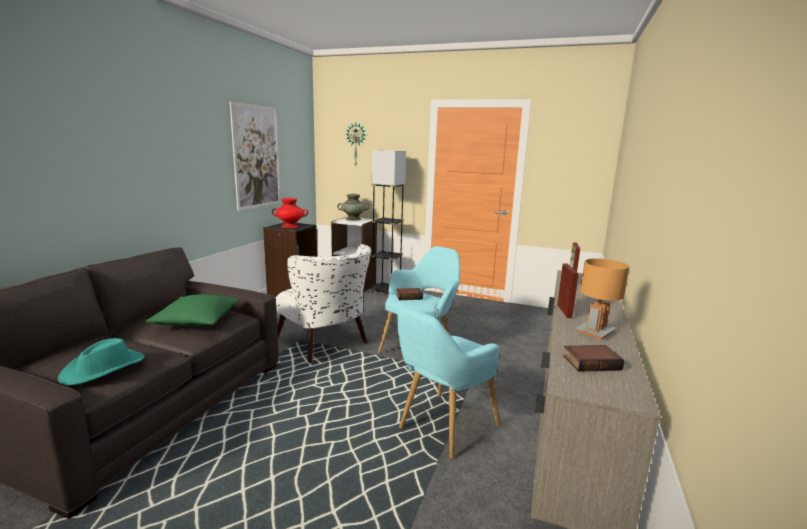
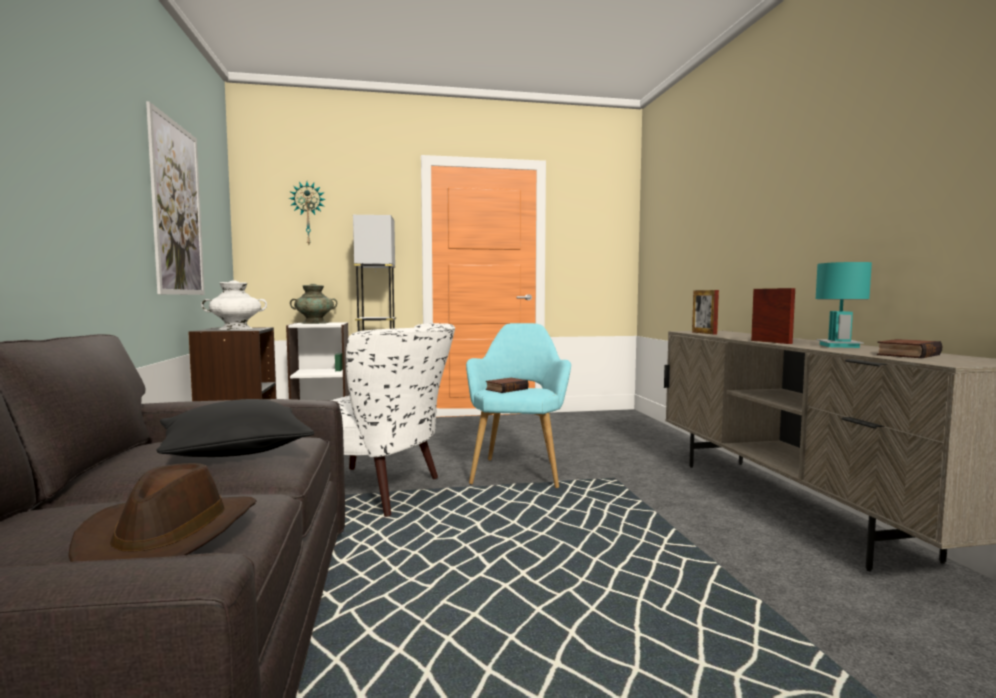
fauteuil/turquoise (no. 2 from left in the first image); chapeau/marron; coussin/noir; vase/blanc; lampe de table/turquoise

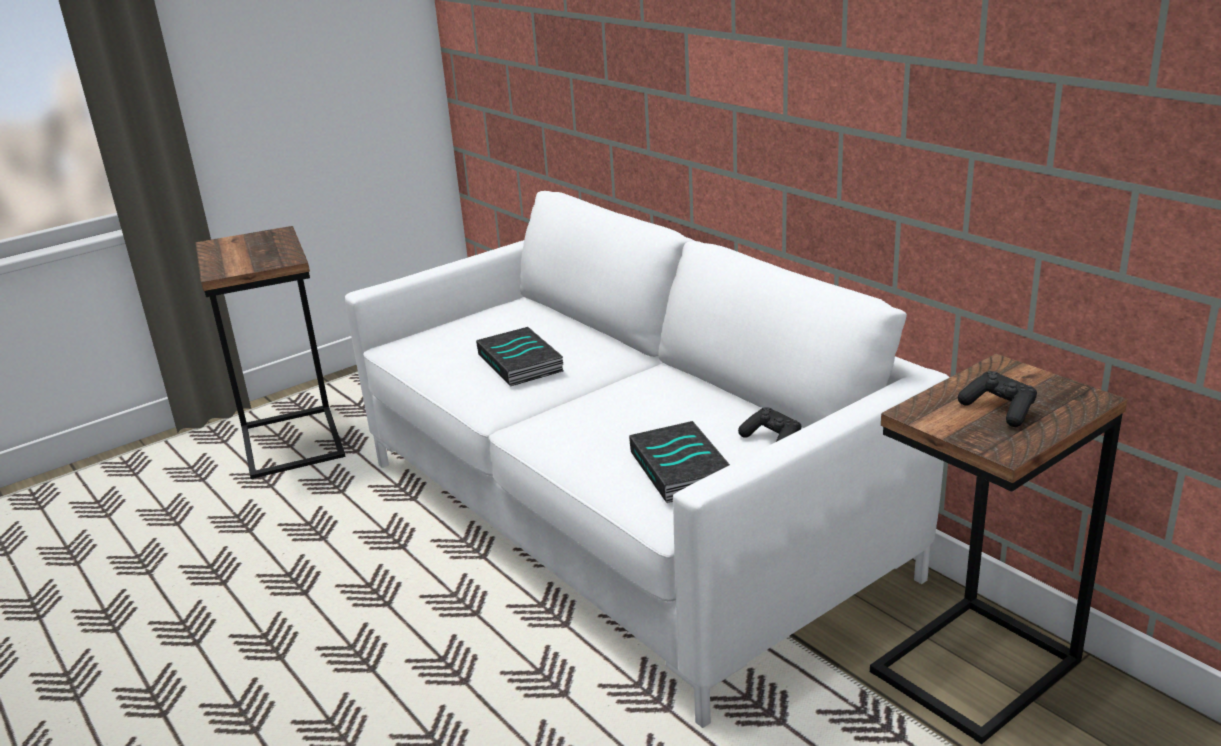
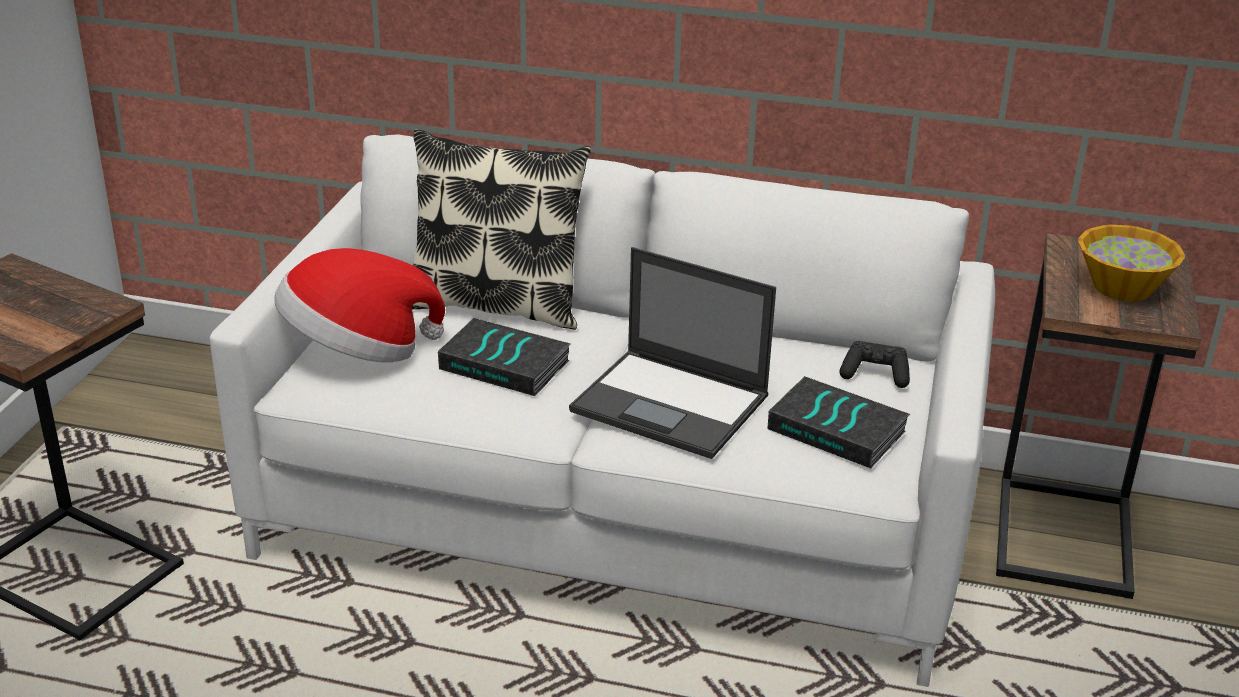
chapeau; coussin; ordinateur portable; bol

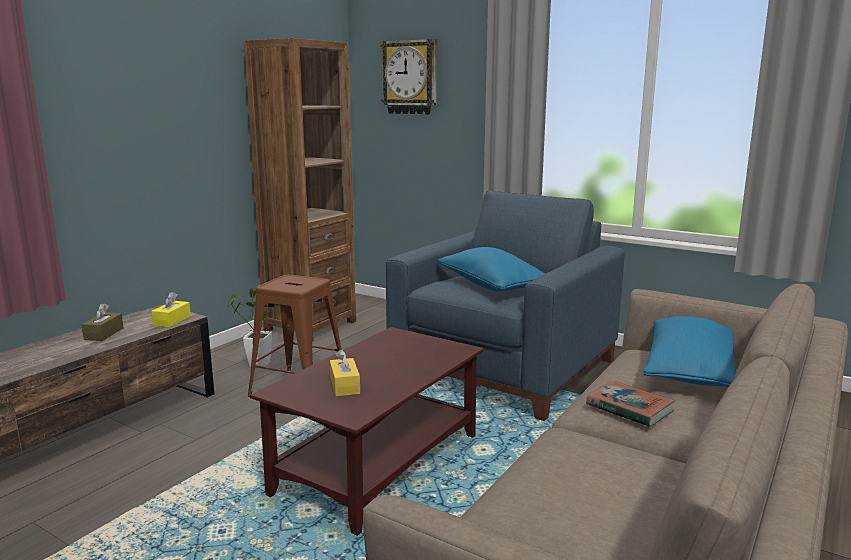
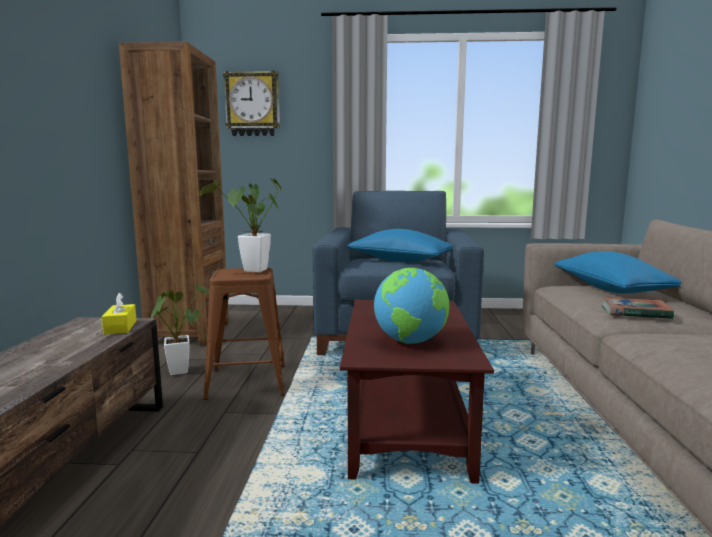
boîte à mouchoirs/marron; plante en pot (no. 2 from left); globe

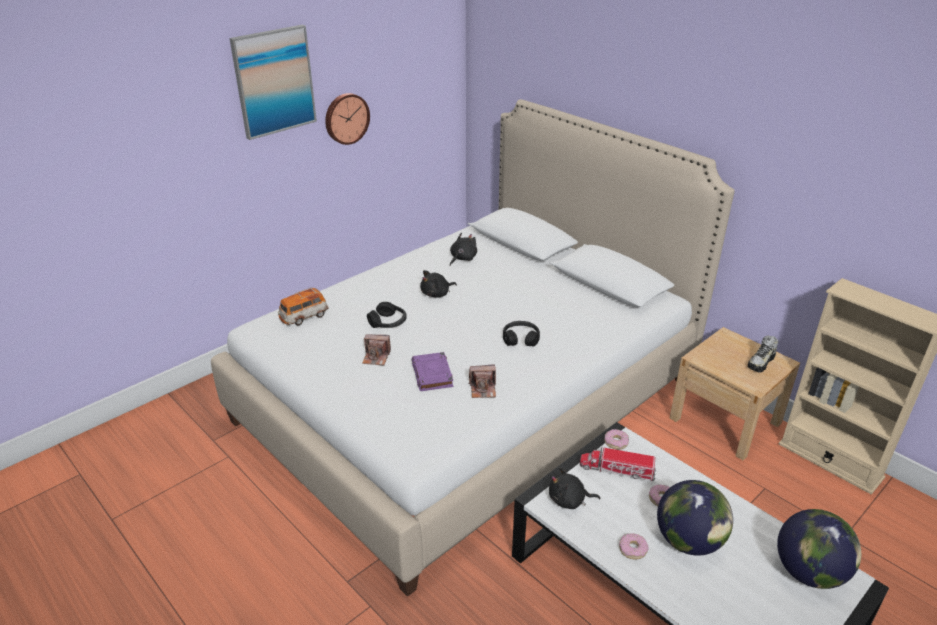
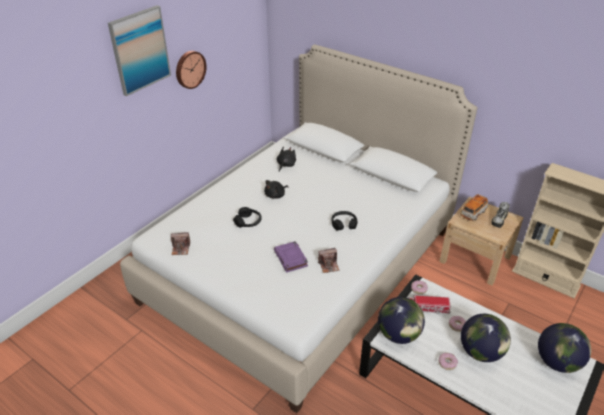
petite voiture; appareil photo (no. 1 from left); globe (no. 1 from left)

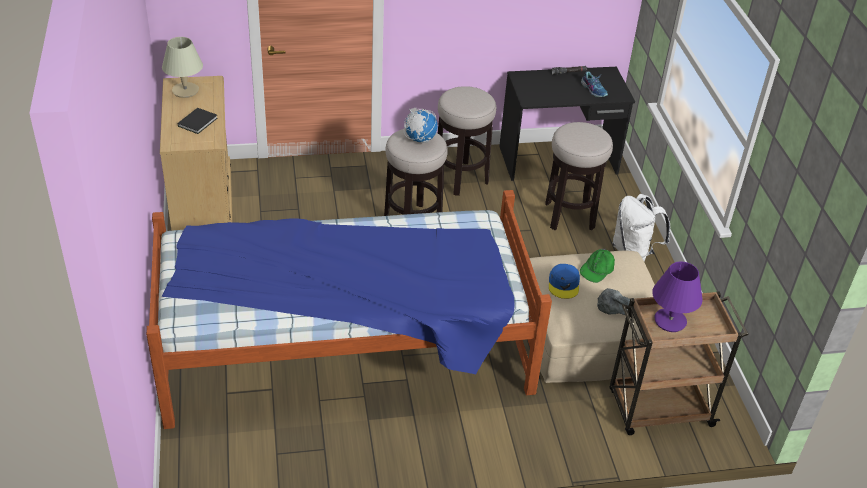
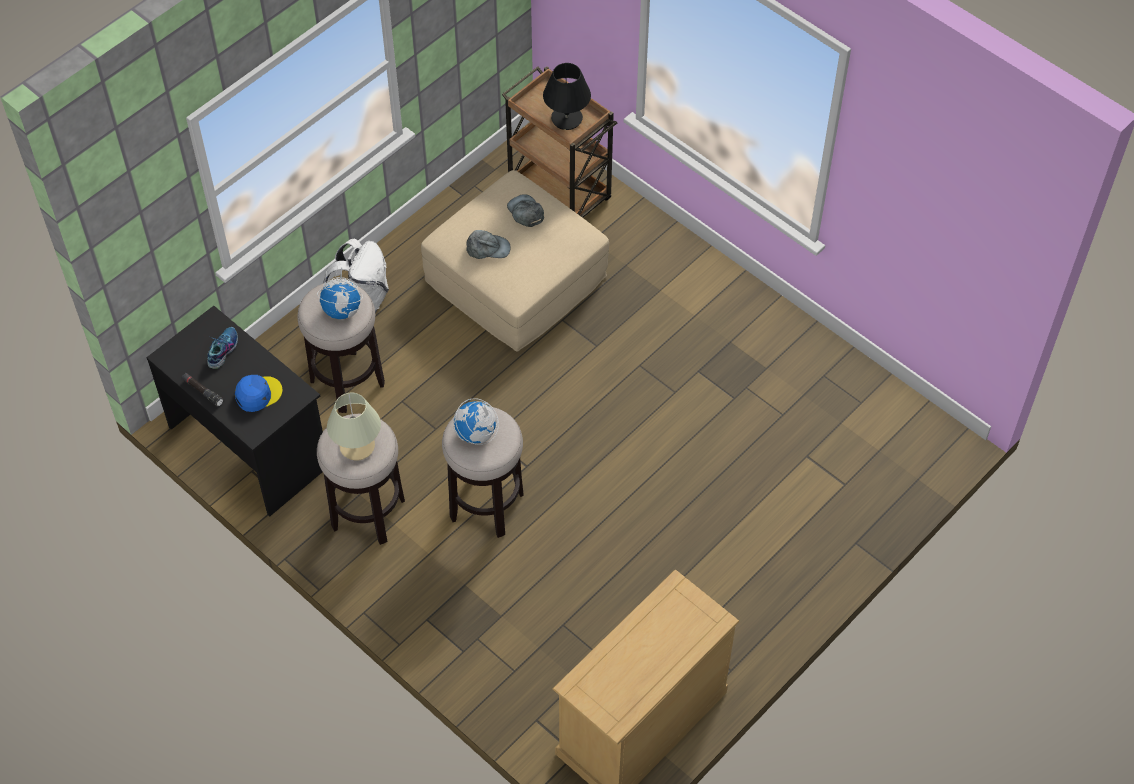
lit; livre/noir; globe (no. 1 from left); lampe de table/beige; casquette/bleu; casquette/gris (no. 1 from left); lampe de table/noir

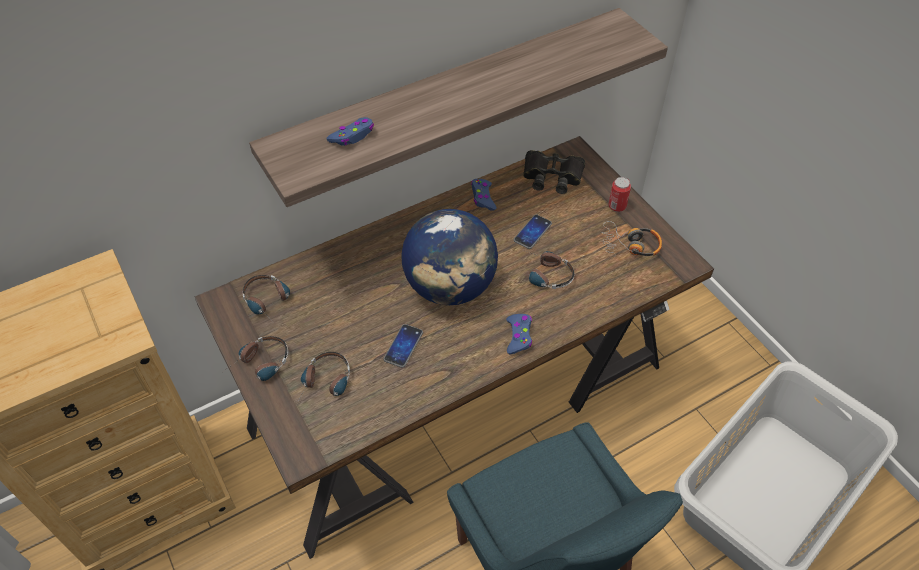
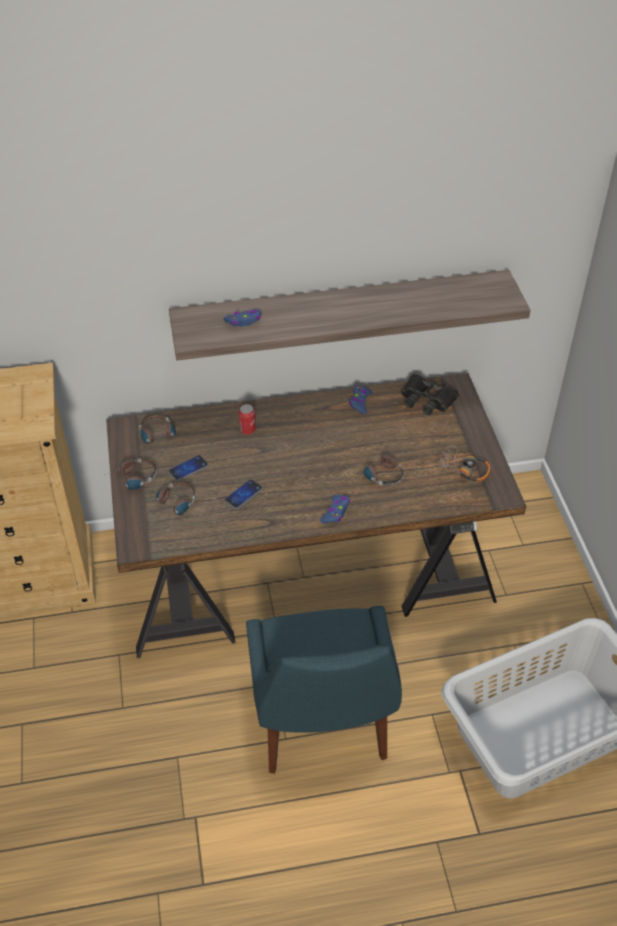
globe; téléphone (no. 1 from left); boîte métallique

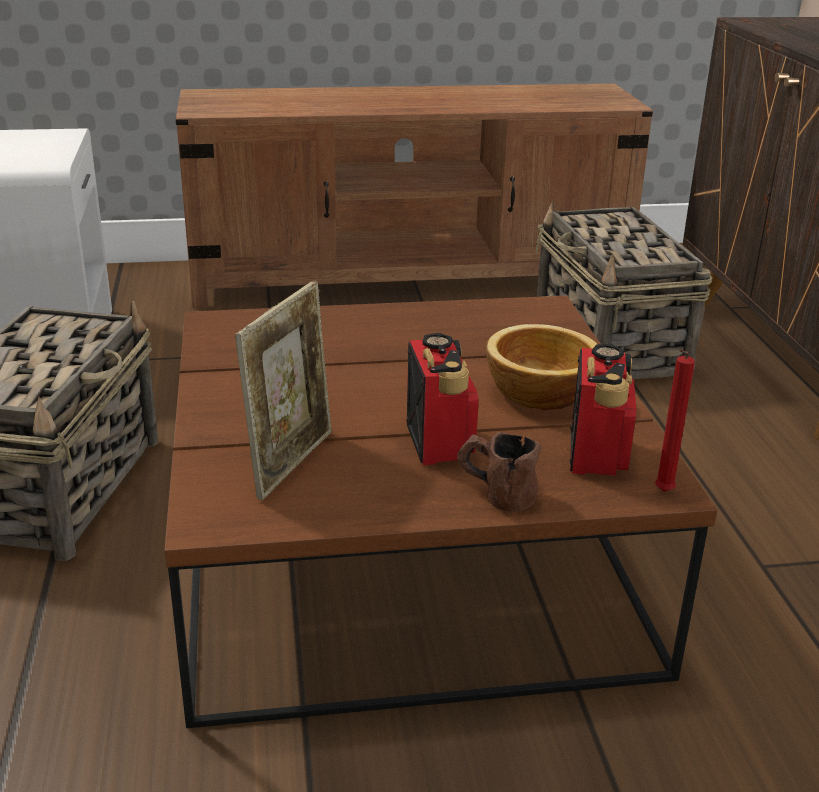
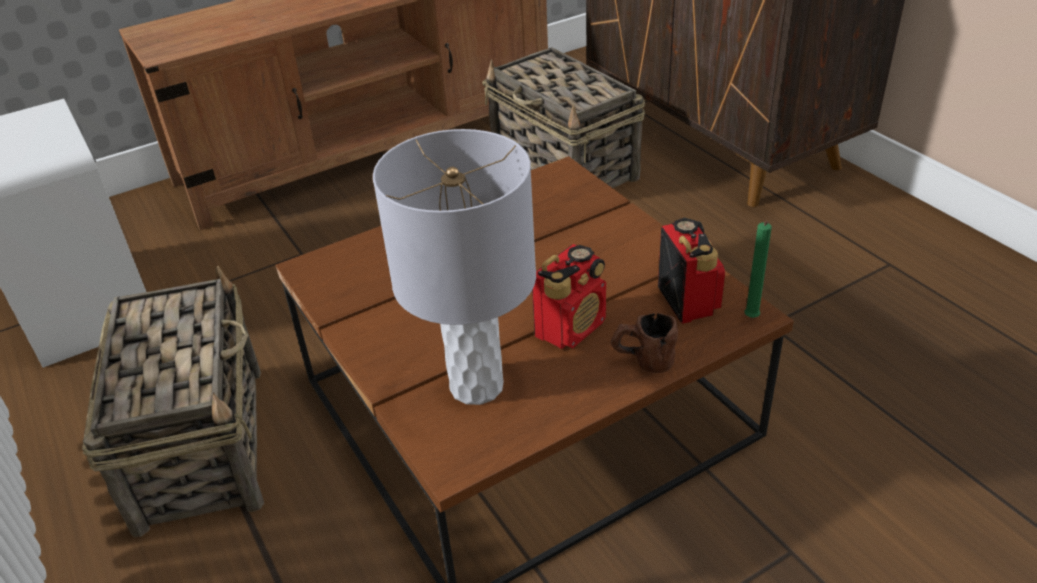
bol; lampe de table/gris; bougie/vert; radio (no. 1 from left)

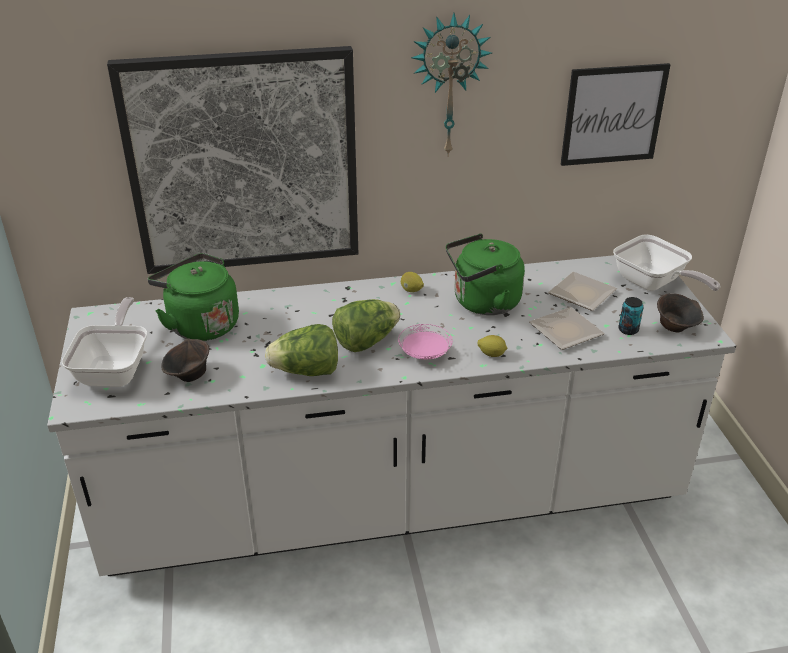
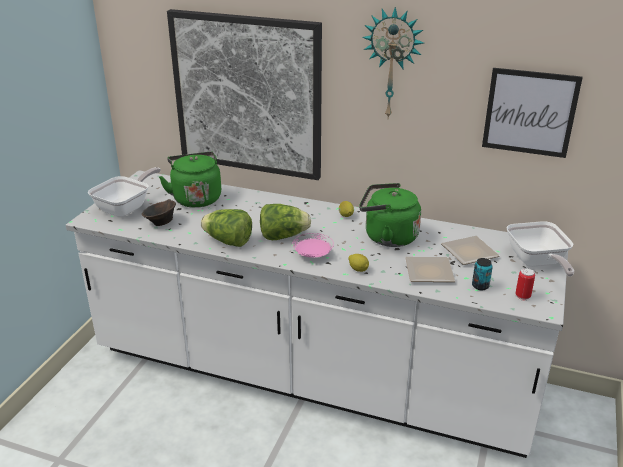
boîte métallique (no. 2 from left)

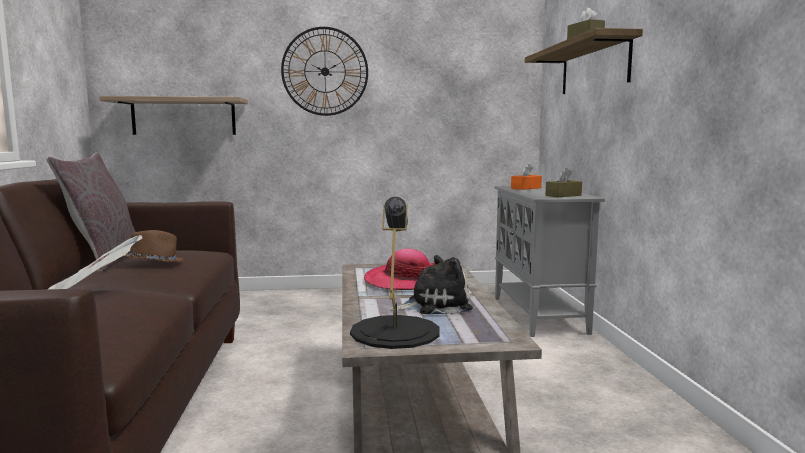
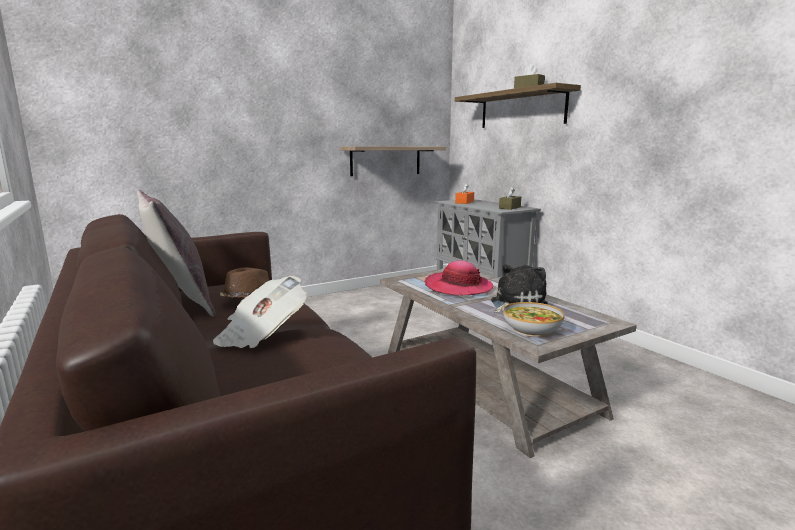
horloge murale; étagère (no. 1 from left); bol

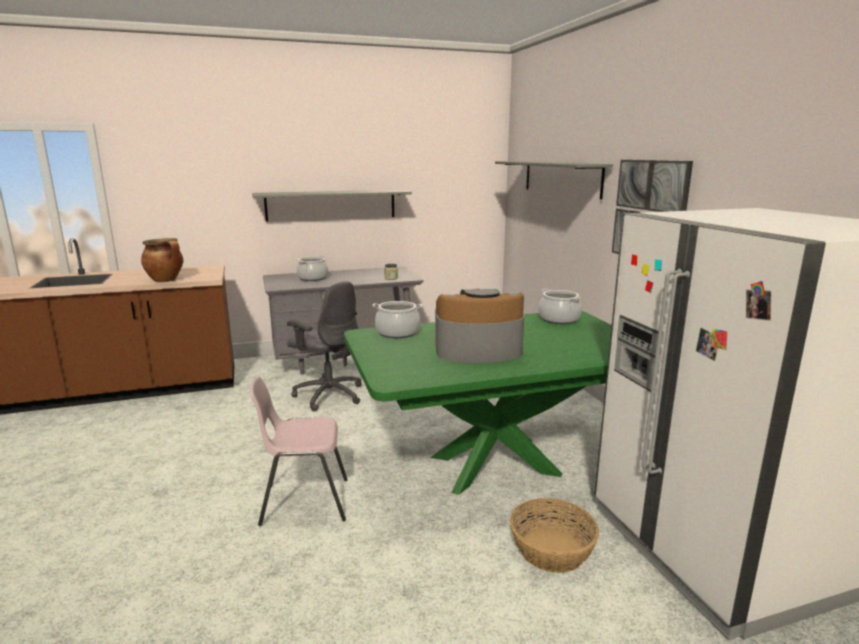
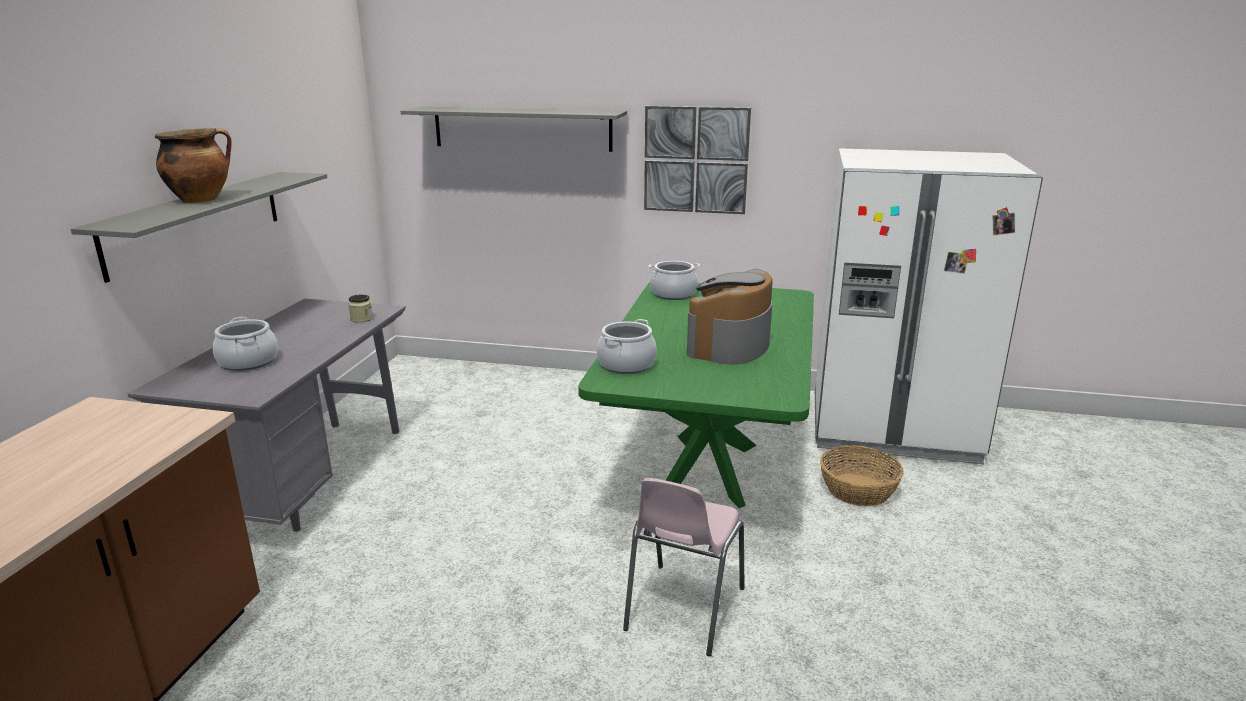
chaise de bureau/gris; marmite (no. 1 from left)

